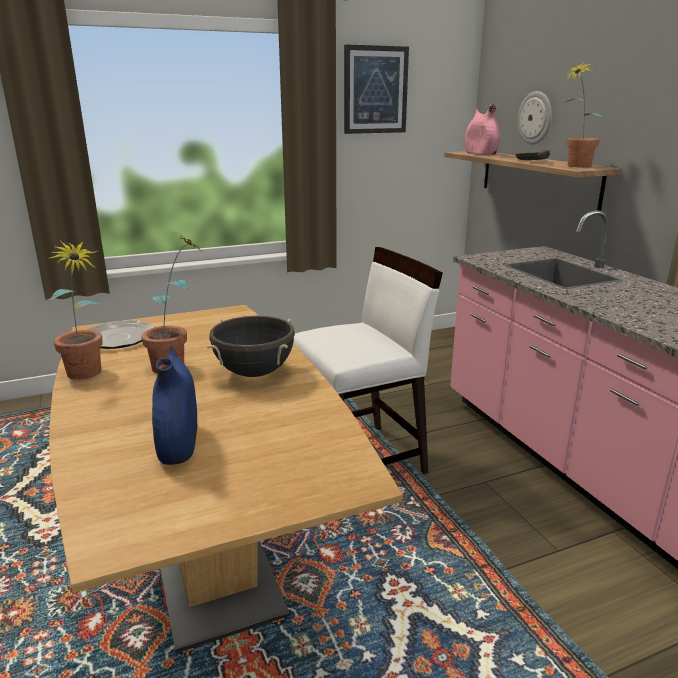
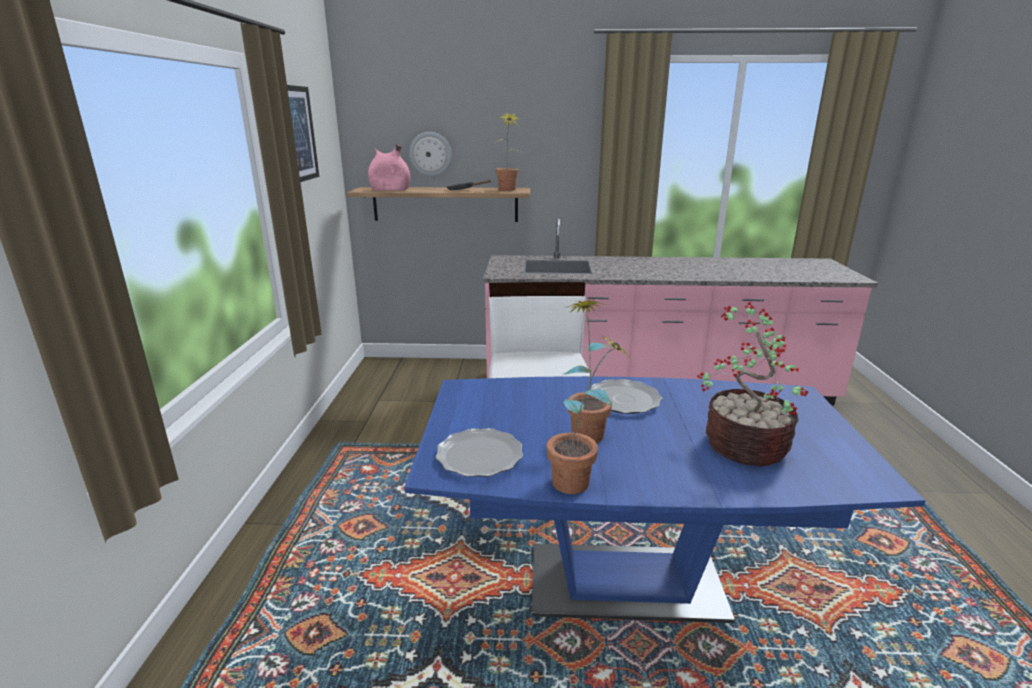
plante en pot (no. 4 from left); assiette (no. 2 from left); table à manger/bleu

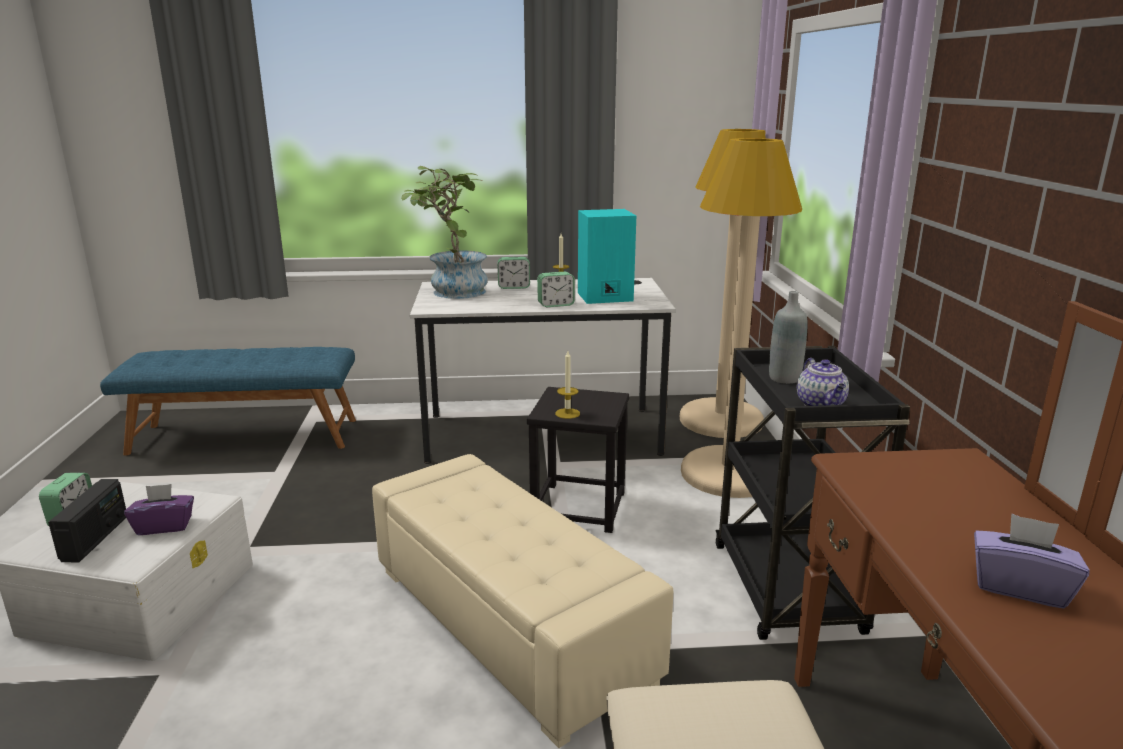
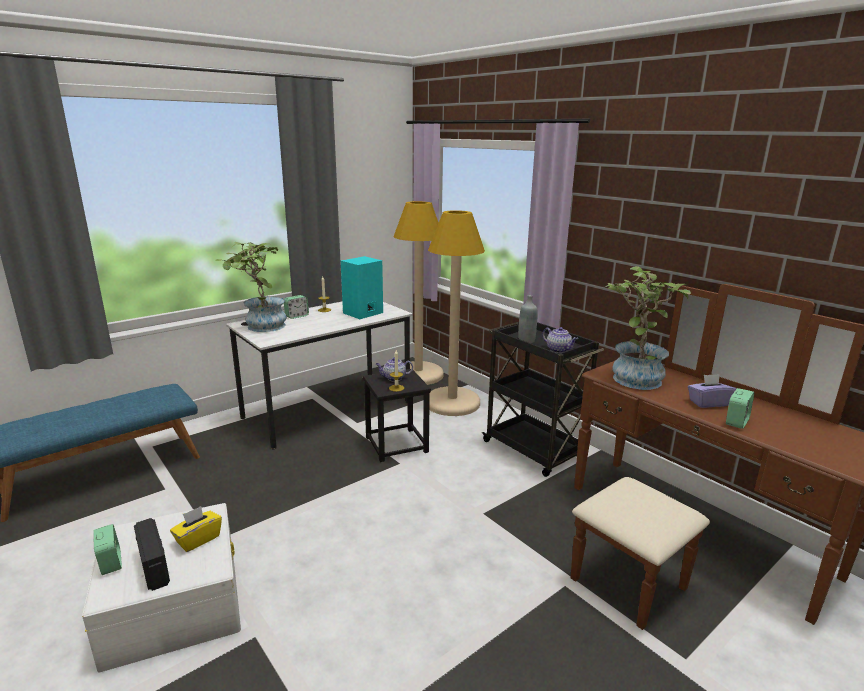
pouf/beige; théière (no. 1 from left); plante en pot (no. 2 from left); réveil (no. 3 from left); boîte à mouchoirs/jaune

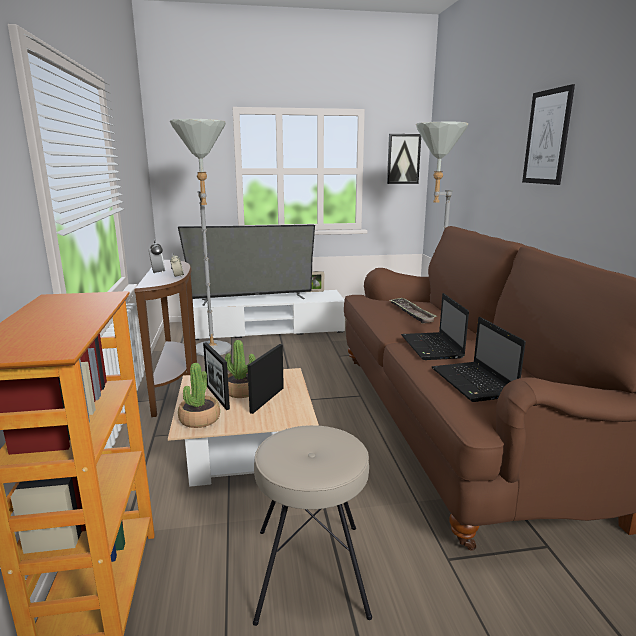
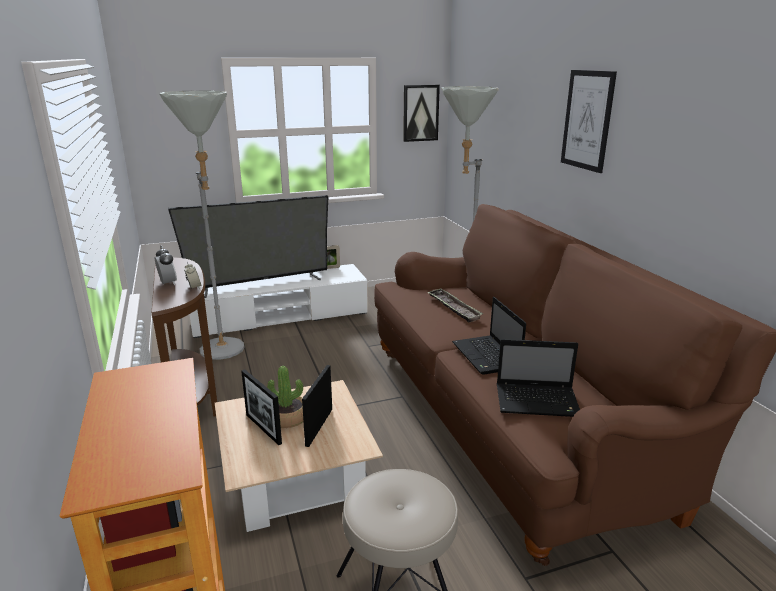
plante en pot (no. 1 from left in the first image); ordinateur portable (no. 2 from left)

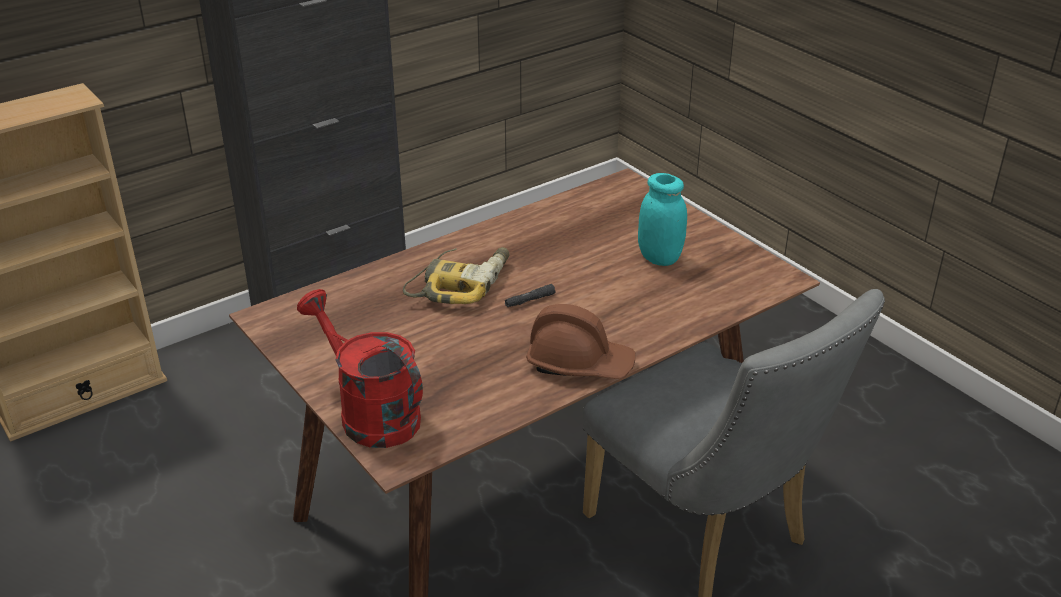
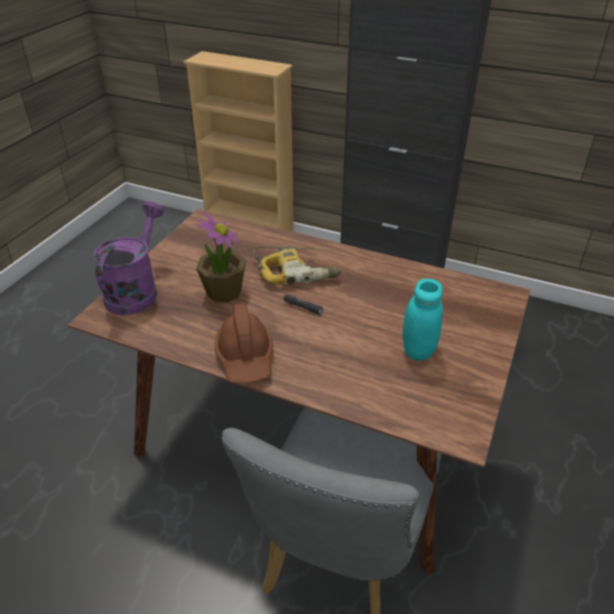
plante en pot; arrosoir/violet

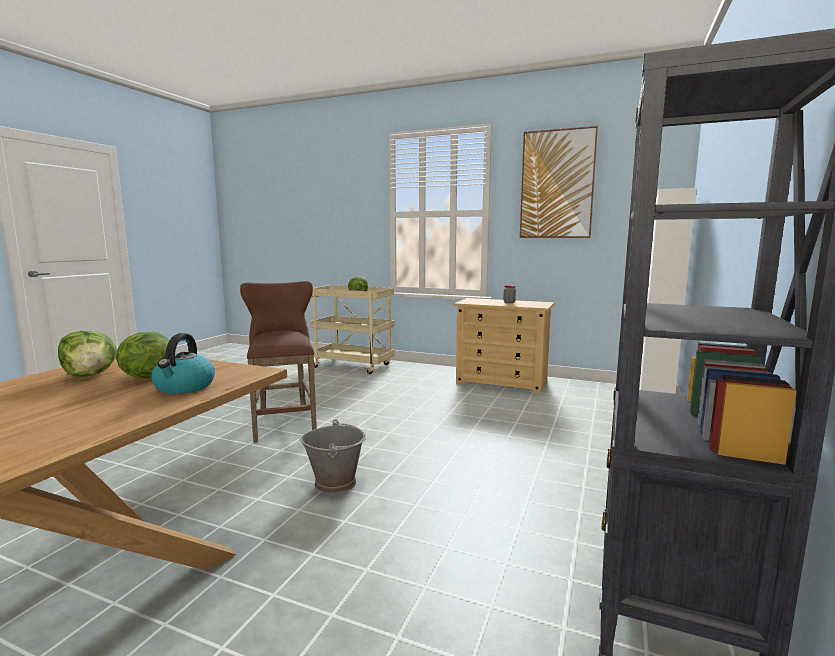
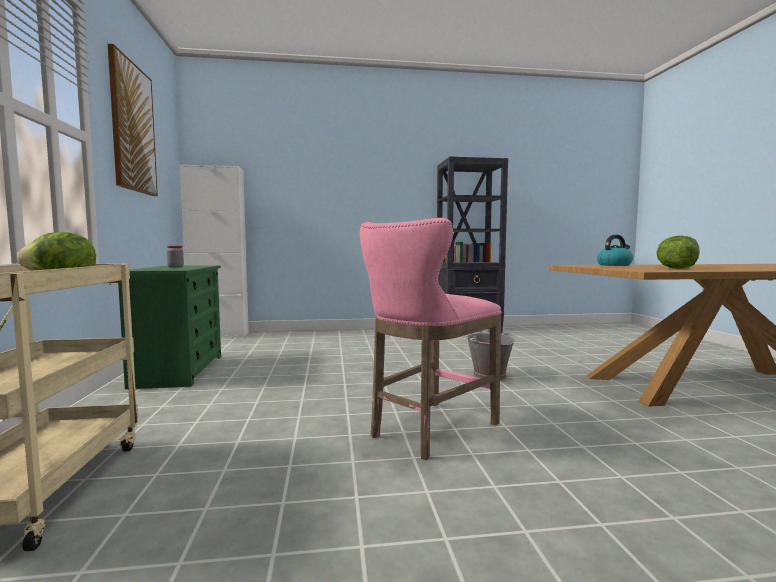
laitue (no. 2 from left in the first image); tabouret/rose; commode/vert

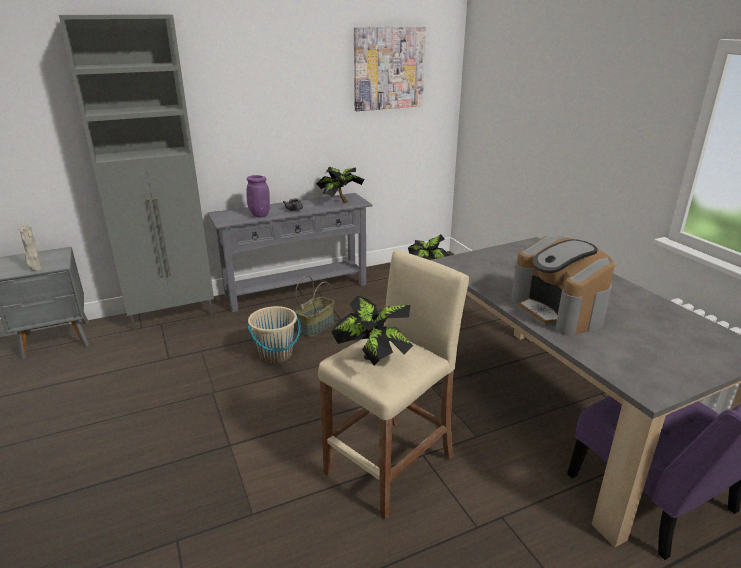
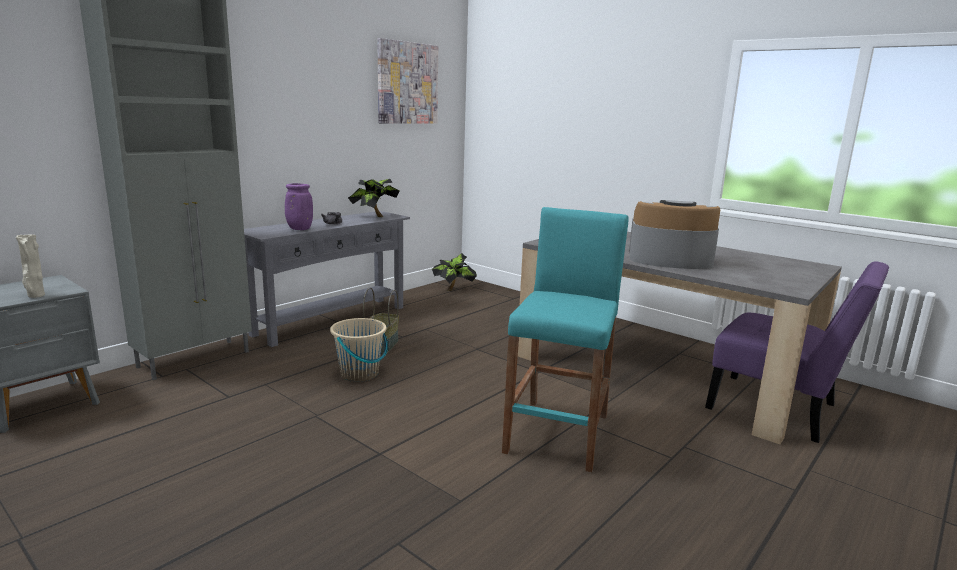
plante en pot (no. 2 from left in the first image); tabouret/turquoise; machine à café

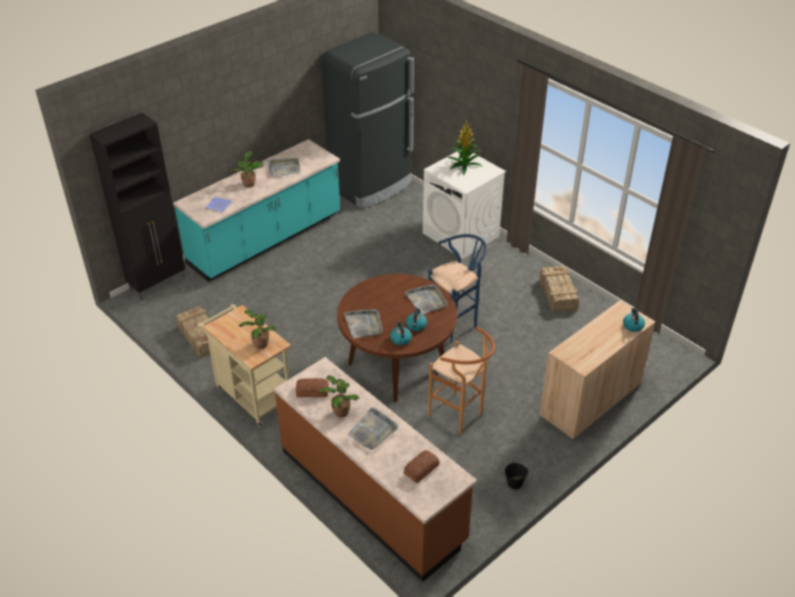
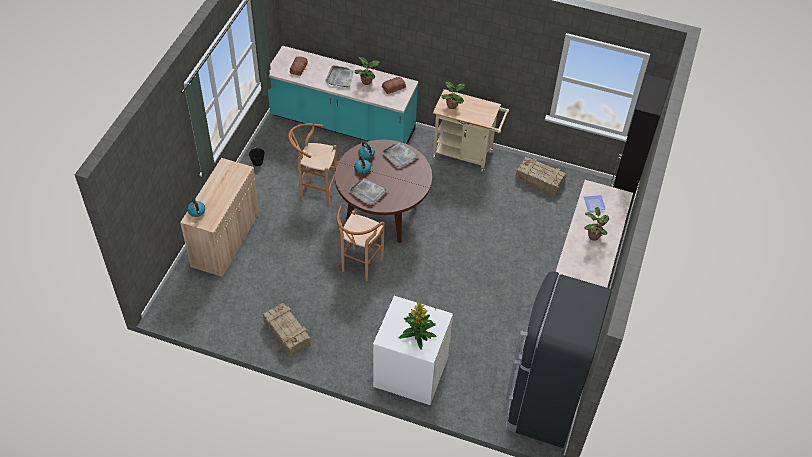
plateau/gris (no. 1 from left in the first image); comptoir de cuisine/turquoise (no. 1 from left); tabouret/marron (no. 2 from left)

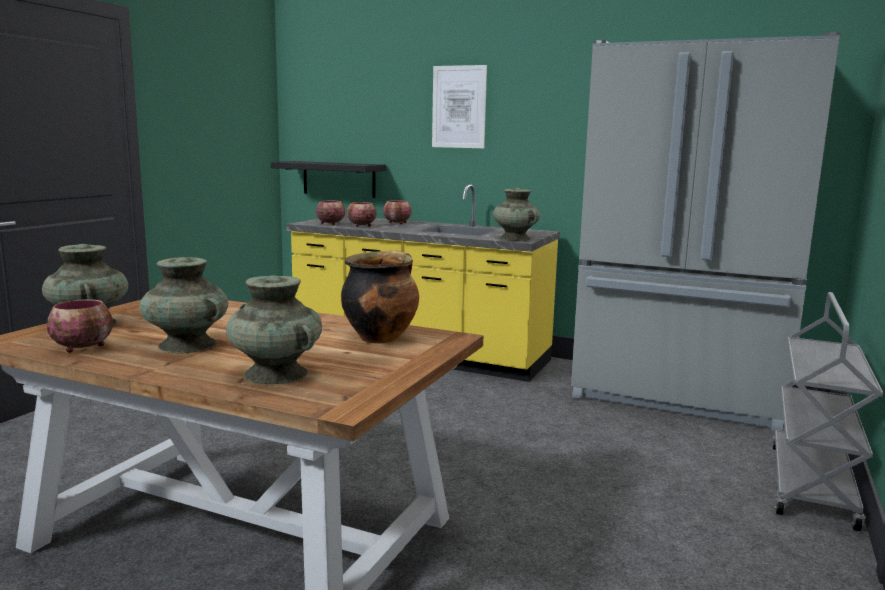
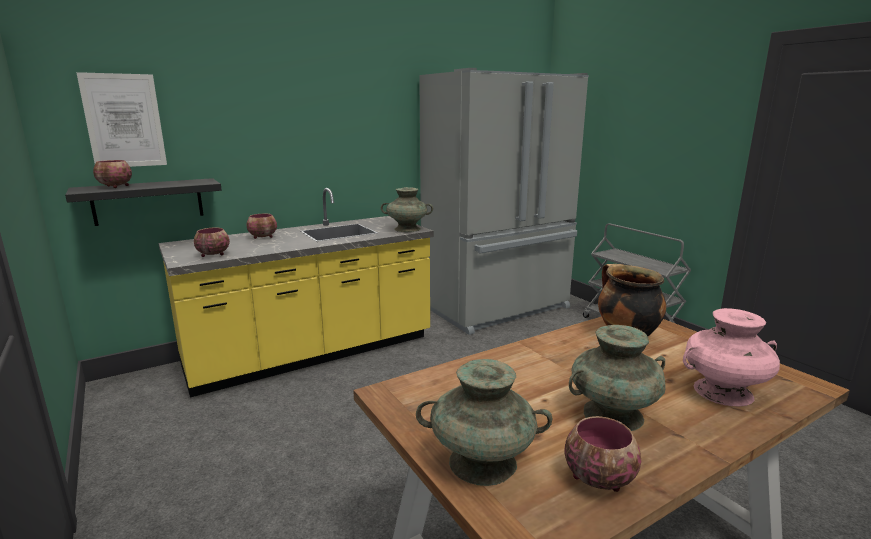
bol (no. 1 from left); tableau; vase/rose

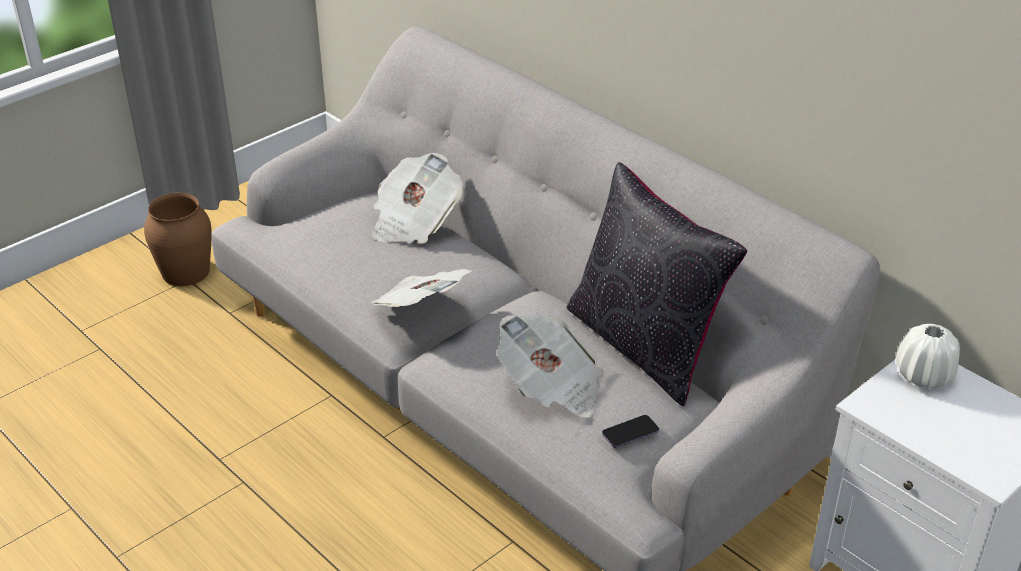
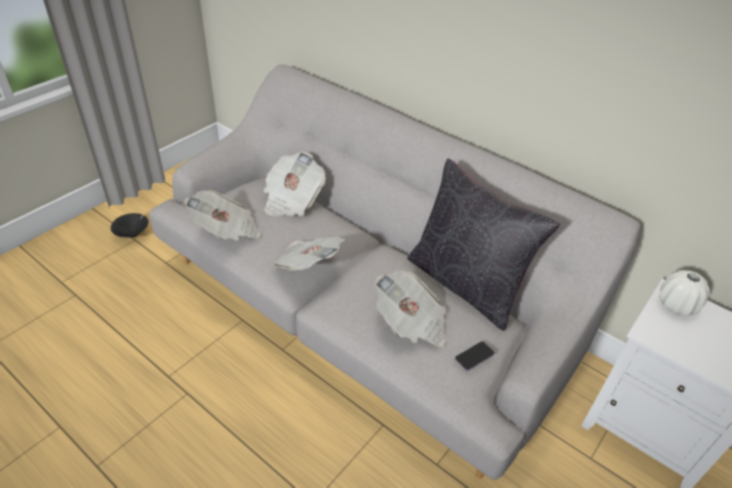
journal (no. 1 from left); bol/noir

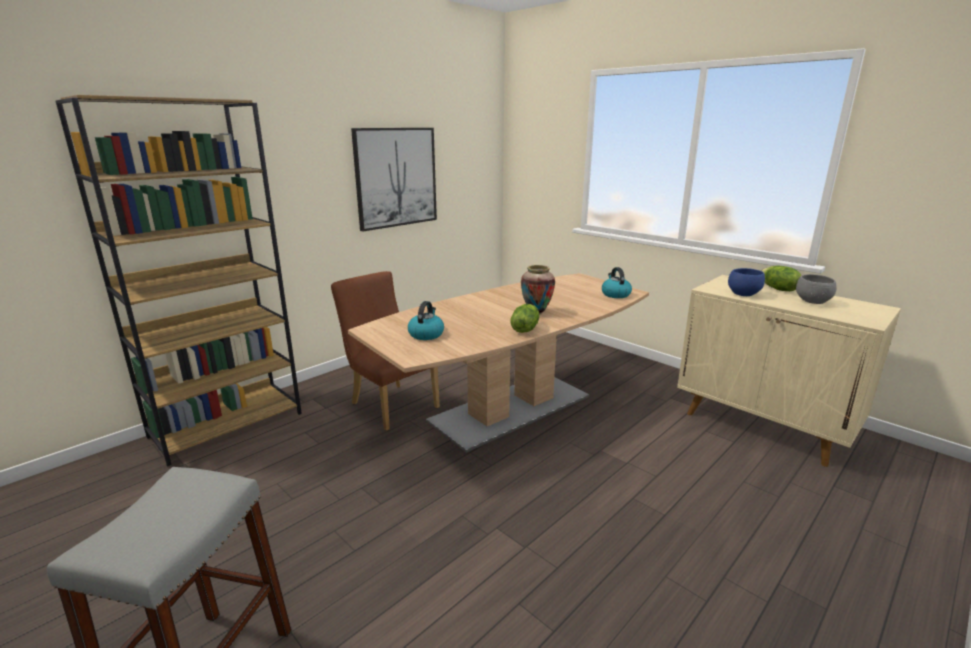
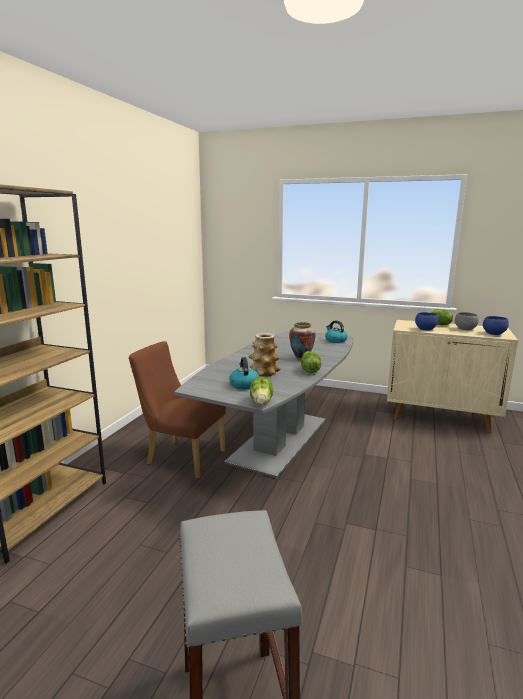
tableau; vase (no. 1 from left); laitue (no. 1 from left); bol/bleu (no. 2 from left); table à manger/gris

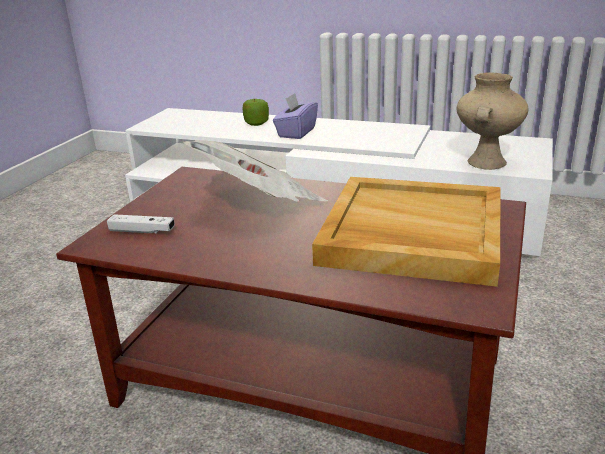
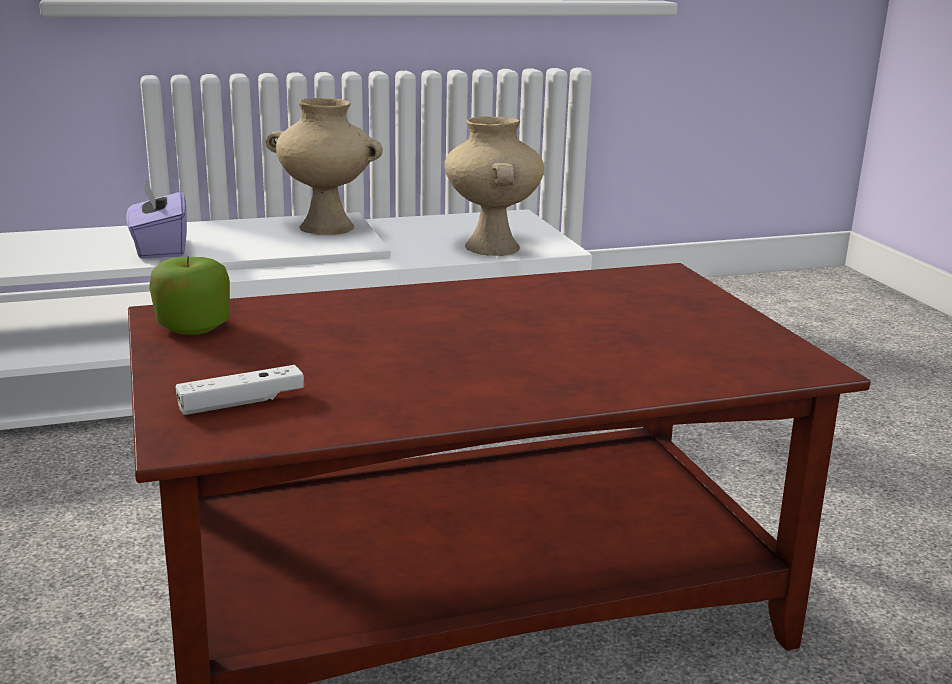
journal; plateau/beige; vase/beige (no. 1 from left); pomme

